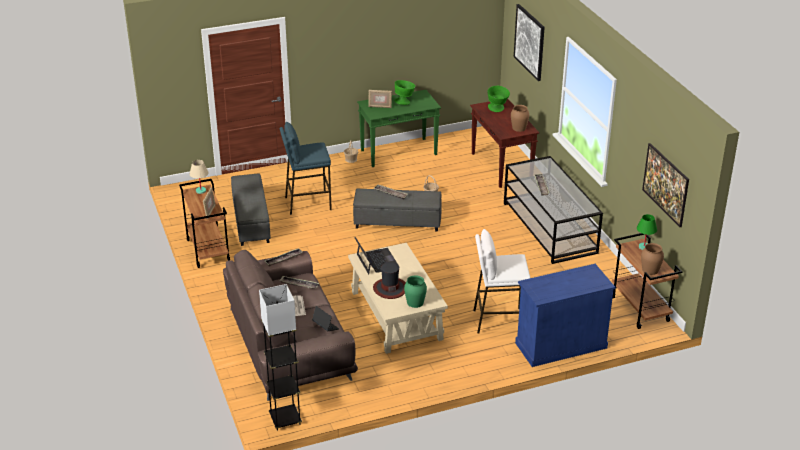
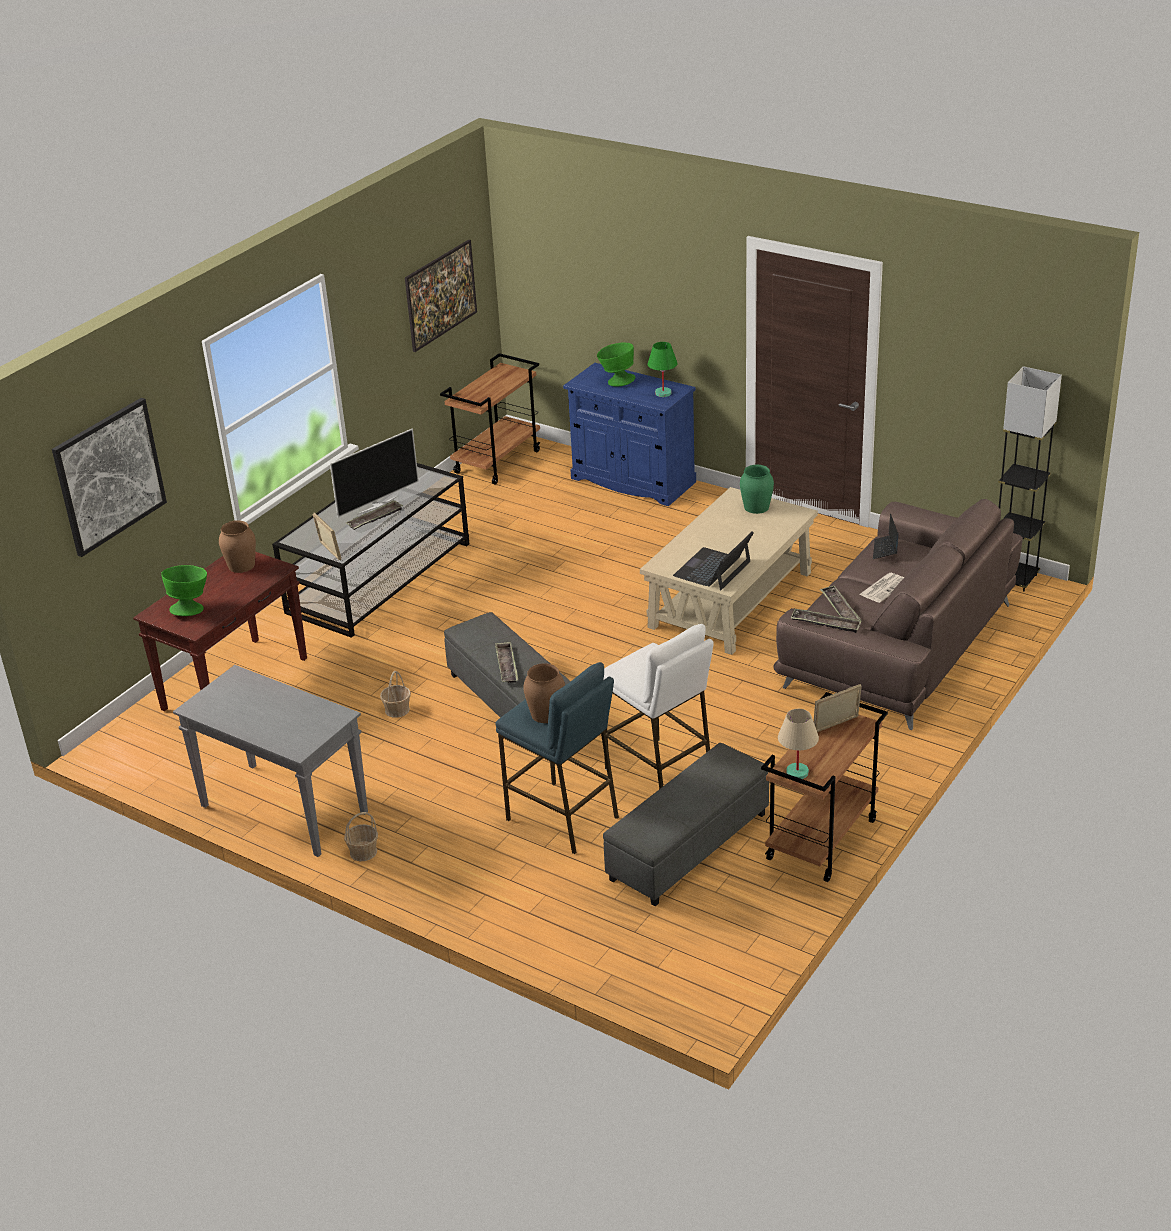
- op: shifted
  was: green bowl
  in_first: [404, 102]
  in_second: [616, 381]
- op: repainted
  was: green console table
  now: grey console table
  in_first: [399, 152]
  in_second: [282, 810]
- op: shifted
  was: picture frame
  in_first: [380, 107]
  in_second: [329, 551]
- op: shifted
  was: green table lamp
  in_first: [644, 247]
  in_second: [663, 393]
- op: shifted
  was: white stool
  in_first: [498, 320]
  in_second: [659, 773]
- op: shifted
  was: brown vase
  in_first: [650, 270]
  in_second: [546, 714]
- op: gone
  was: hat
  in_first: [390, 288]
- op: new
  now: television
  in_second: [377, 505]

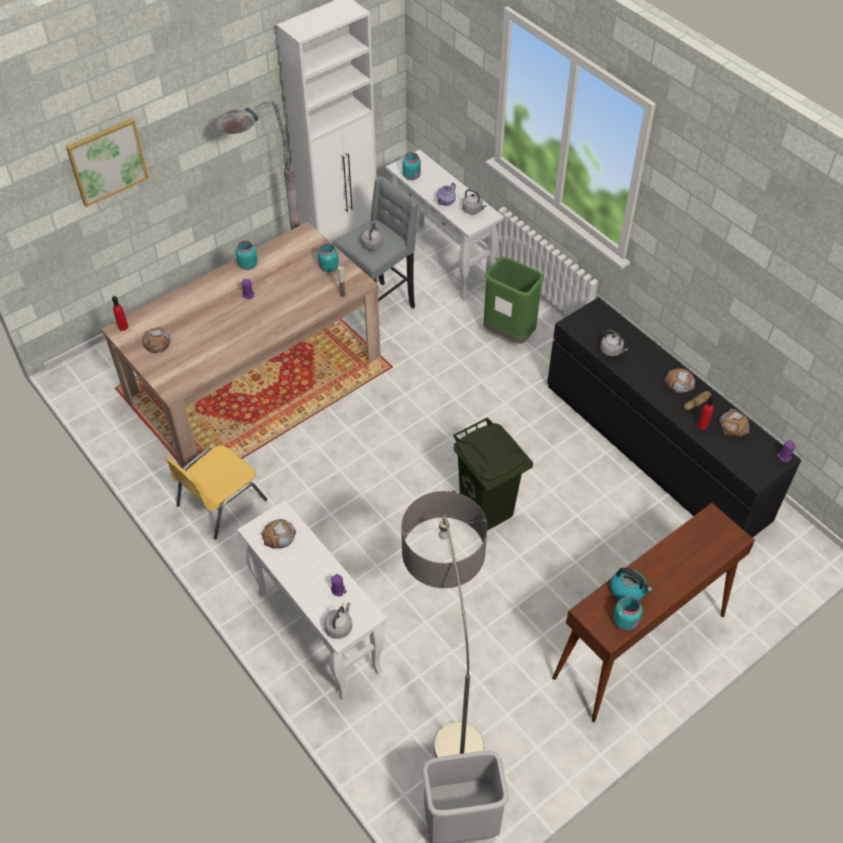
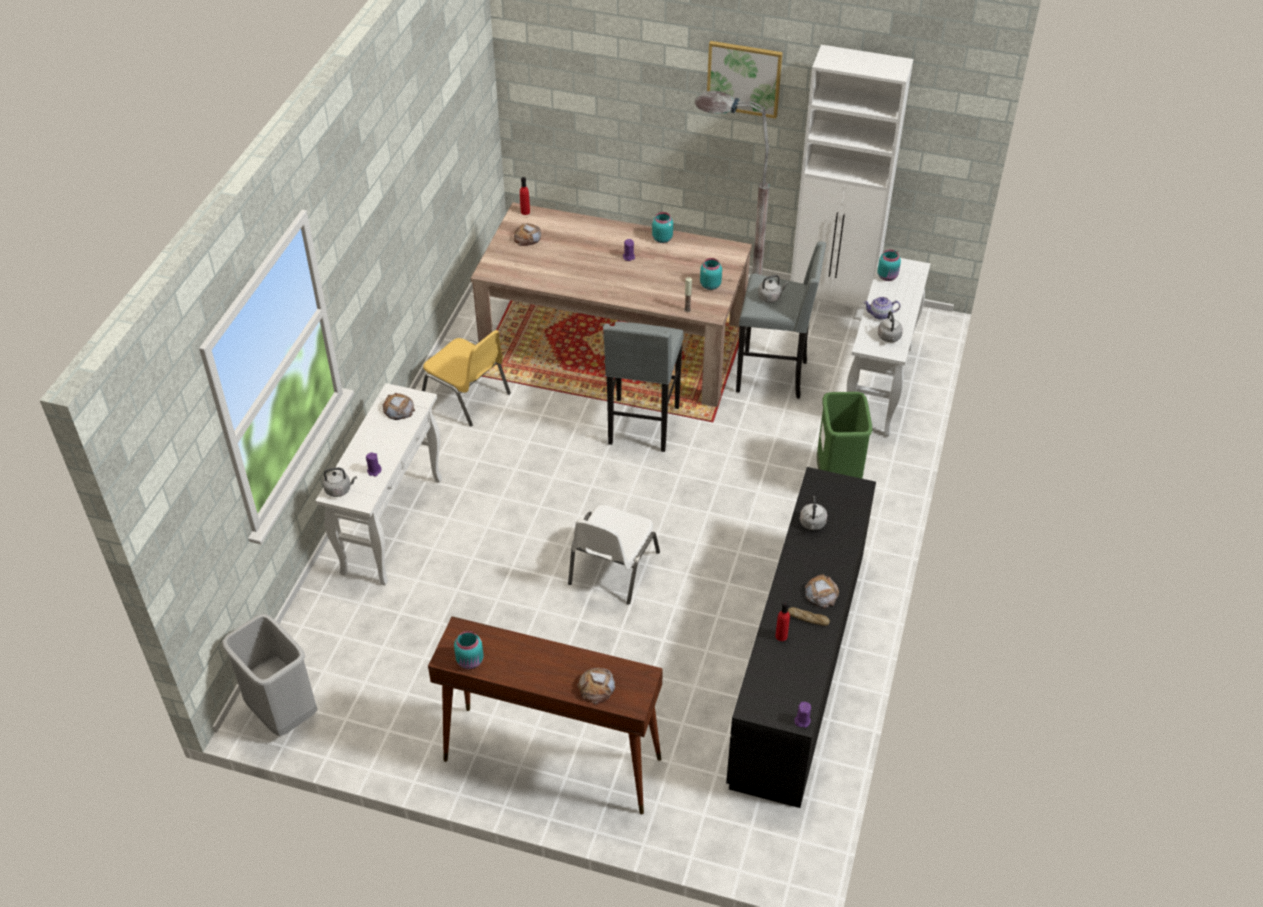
- op: shifted
  was: picture
  in_first: [107, 161]
  in_second: [744, 78]
- op: shifted
  was: bread
  in_first: [734, 425]
  in_second: [596, 687]
- op: swapped
  was: green trash can
  now: white chair
  in_first: [485, 508]
  in_second: [612, 569]
- op: rotated
  was: yellow chair
  in_first: [219, 503]
  in_second: [467, 397]
  clockwise: -150
- op: gone
  was: floor lamp
  in_first: [446, 692]
- op: gone
  was: kettle
  in_first: [628, 590]
- op: new
  now: grey stool
  in_second: [642, 427]

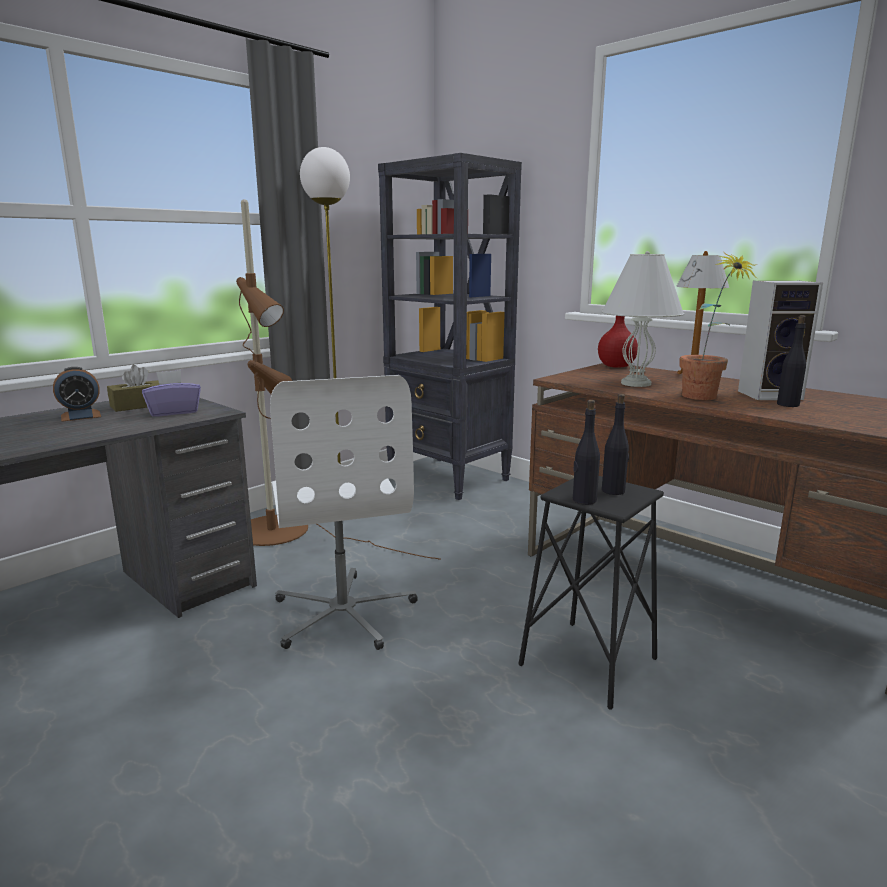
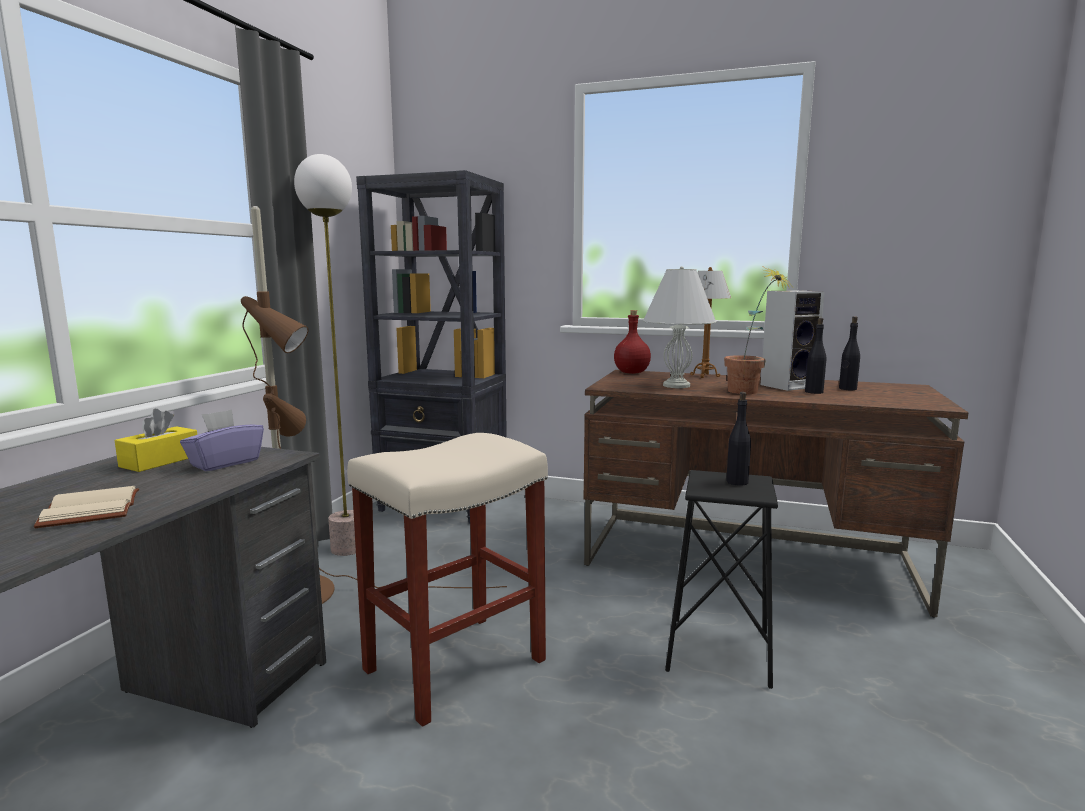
- op: repainted
  was: brown tissue box
  now: yellow tissue box
  in_first: [139, 405]
  in_second: [160, 461]
- op: gone
  was: alarm clock
  in_first: [81, 416]
- op: swapped
  was: white office chair
  now: beige stool
  in_first: [344, 613]
  in_second: [454, 666]
- op: shifted
  was: black bottle
  in_first: [584, 500]
  in_second: [847, 389]
- op: new
  now: beige book
  in_second: [88, 510]

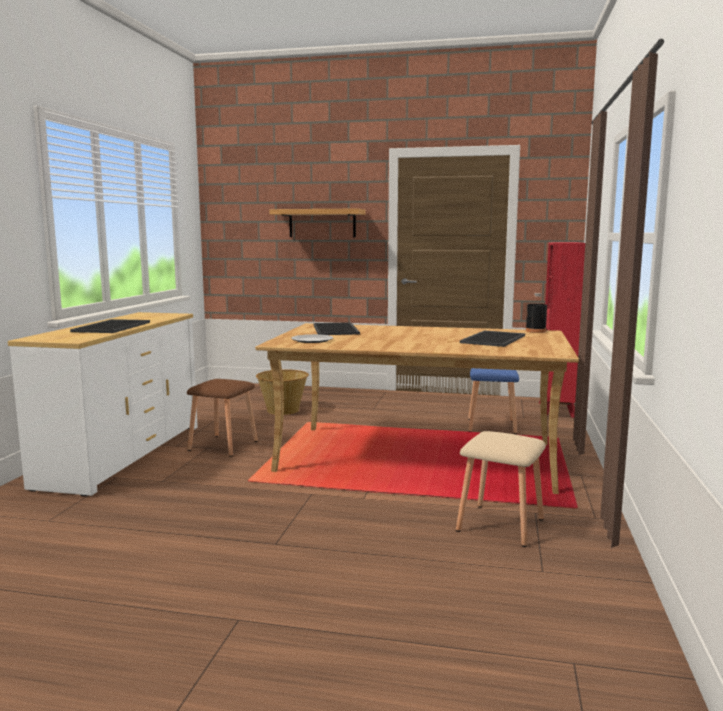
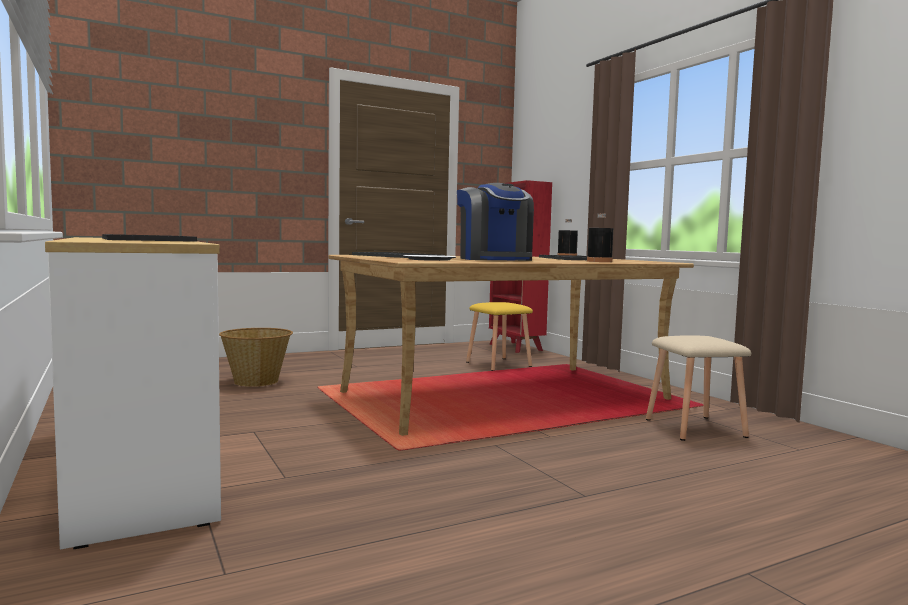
- op: gone
  was: shelf
  in_first: [322, 223]
- op: repainted
  was: blue stool
  now: yellow stool
  in_first: [492, 426]
  in_second: [499, 364]
- op: gone
  was: brown stool
  in_first: [223, 445]
- op: new
  now: coffee machine
  in_second: [495, 259]
- op: new
  now: black bottle
  in_second: [599, 261]

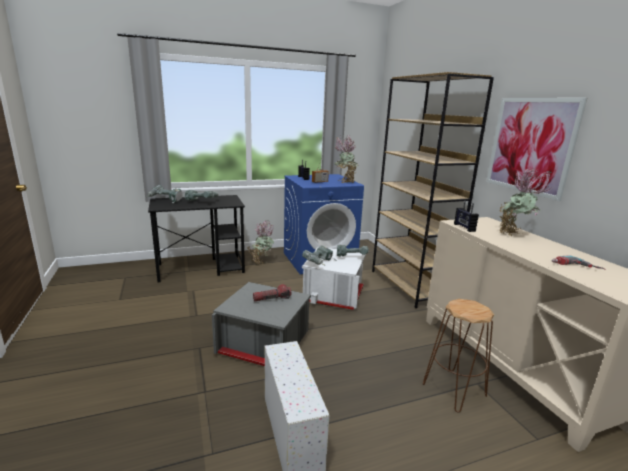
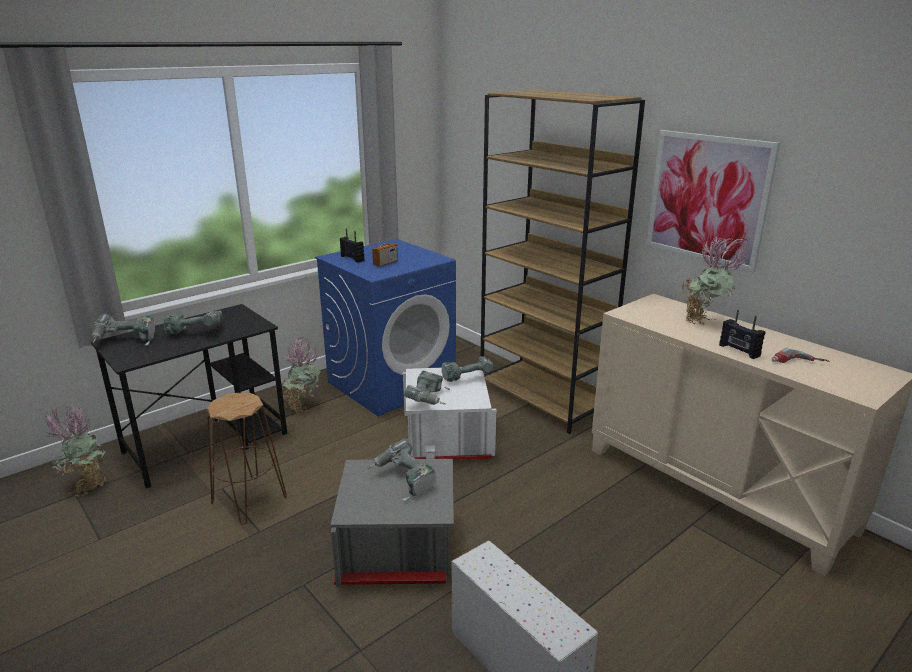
- op: shifted
  was: potted plant
  in_first: [344, 182]
  in_second: [87, 486]
- op: shifted
  was: radio
  in_first: [464, 227]
  in_second: [739, 351]
- op: swapped
  was: flashlight
  now: power drill
  in_first: [272, 298]
  in_second: [403, 480]
- op: shifted
  was: brown stool
  in_first: [453, 390]
  in_second: [249, 501]

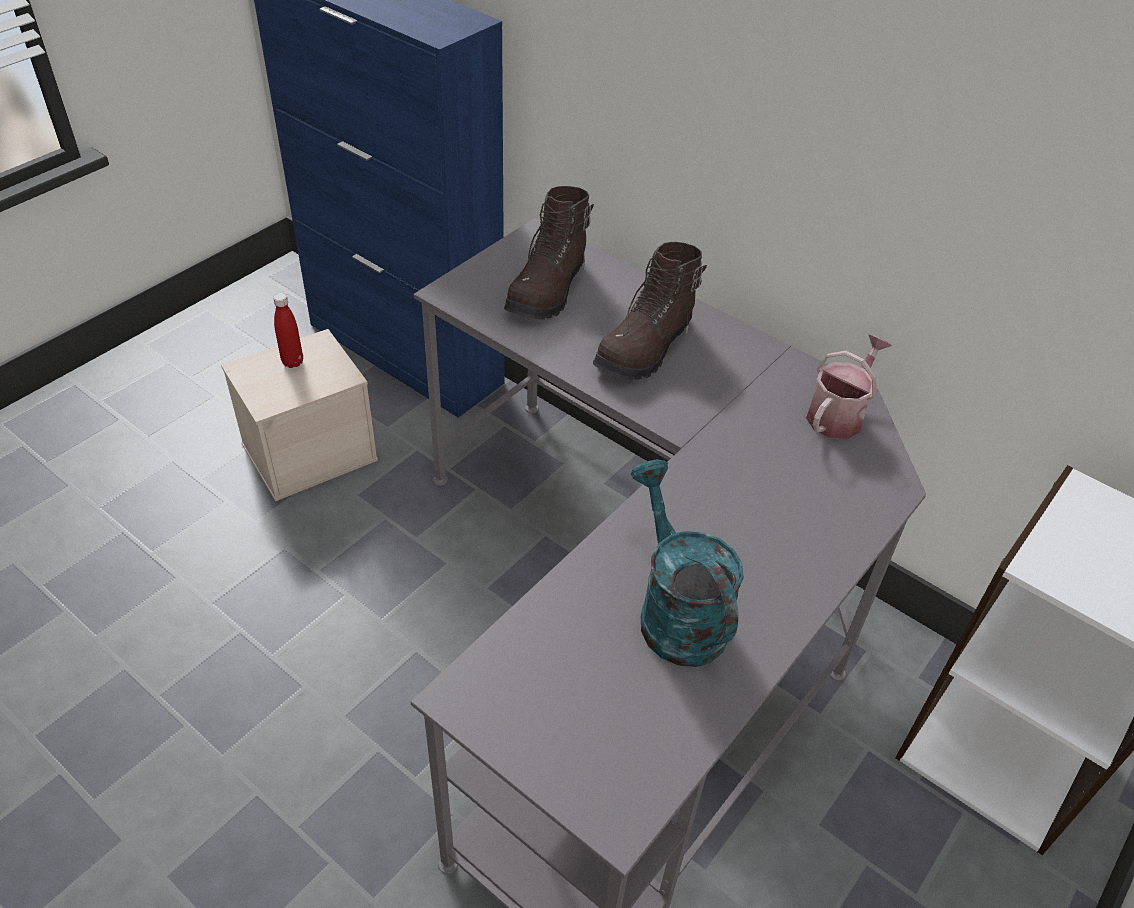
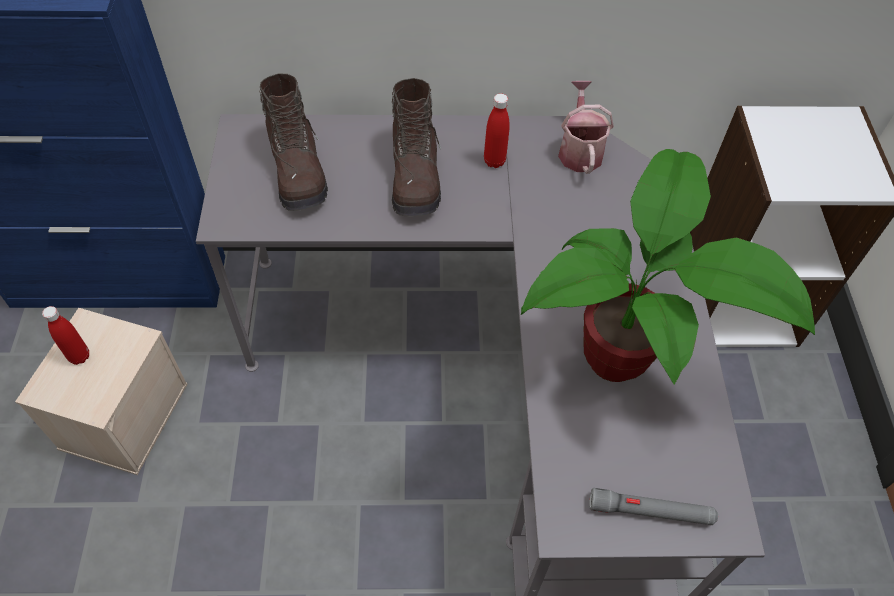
- op: swapped
  was: turquoise watering can
  now: potted plant
  in_first: [675, 611]
  in_second: [625, 362]
- op: new
  now: red bottle
  in_second: [494, 161]
- op: new
  now: grey flashlight
  in_second: [651, 511]

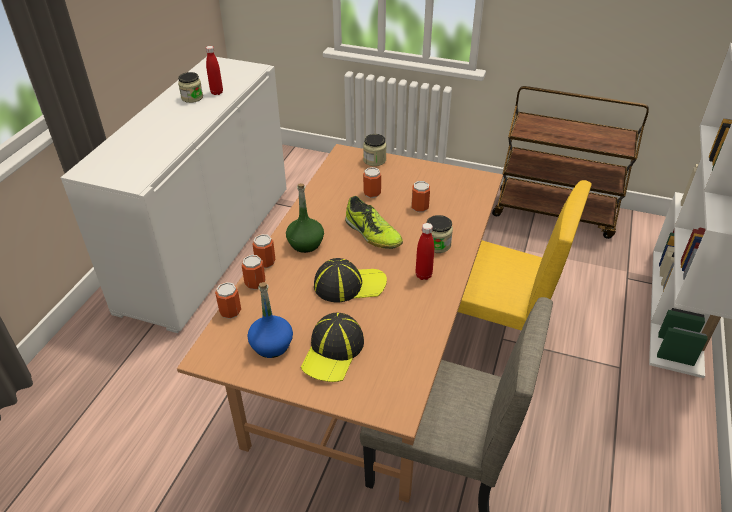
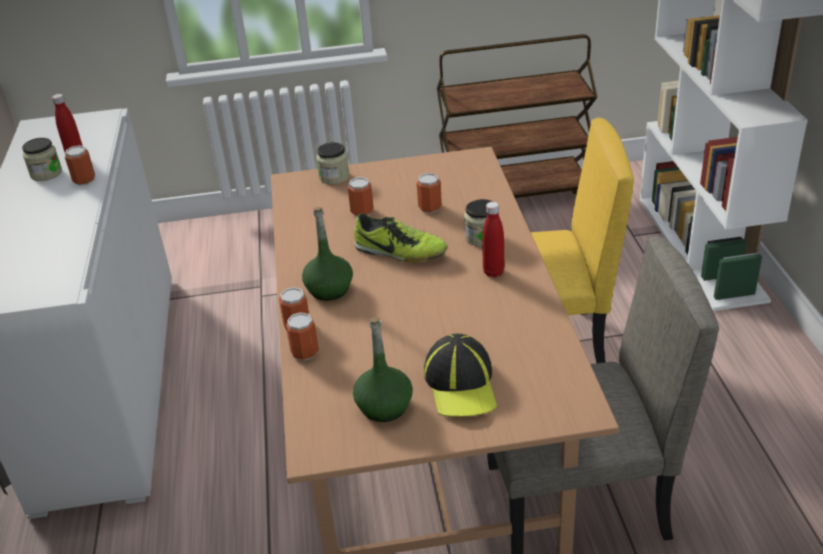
- op: gone
  was: cap
  in_first: [349, 284]
- op: shifted
  was: can
  in_first: [230, 311]
  in_second: [84, 180]
- op: repainted
  was: blue bottle
  now: green bottle
  in_first: [271, 345]
  in_second: [384, 407]

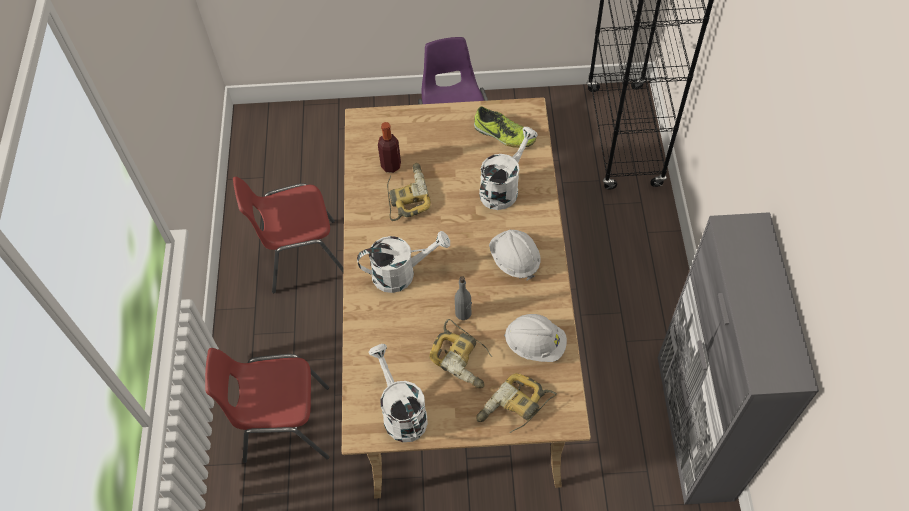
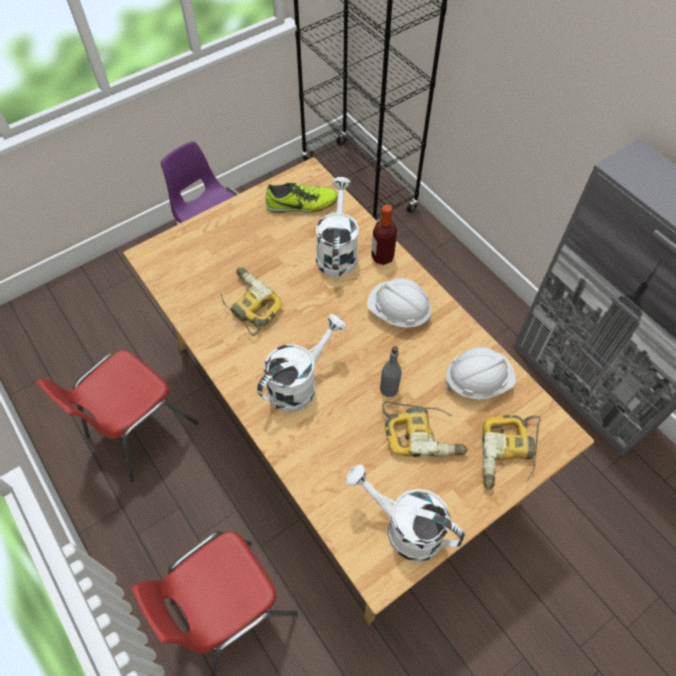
- op: shifted
  was: bottle
  in_first: [391, 165]
  in_second: [382, 257]

